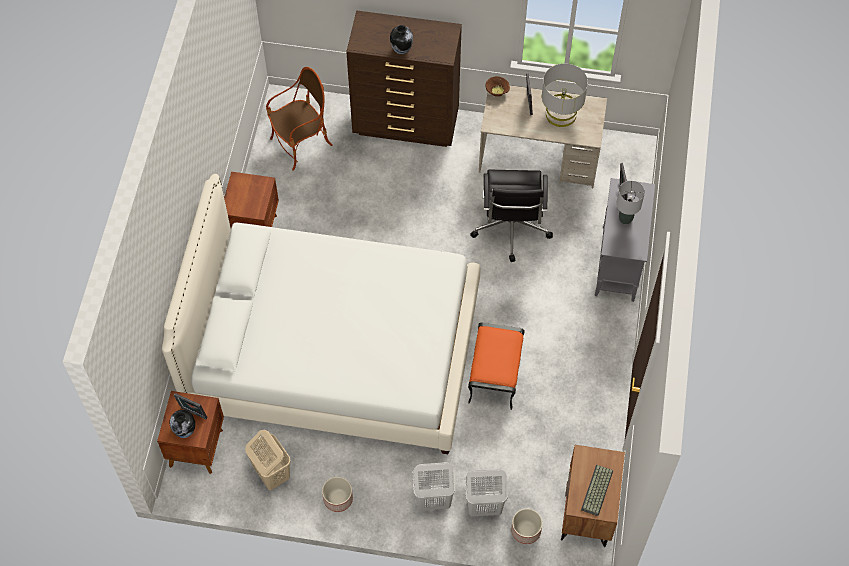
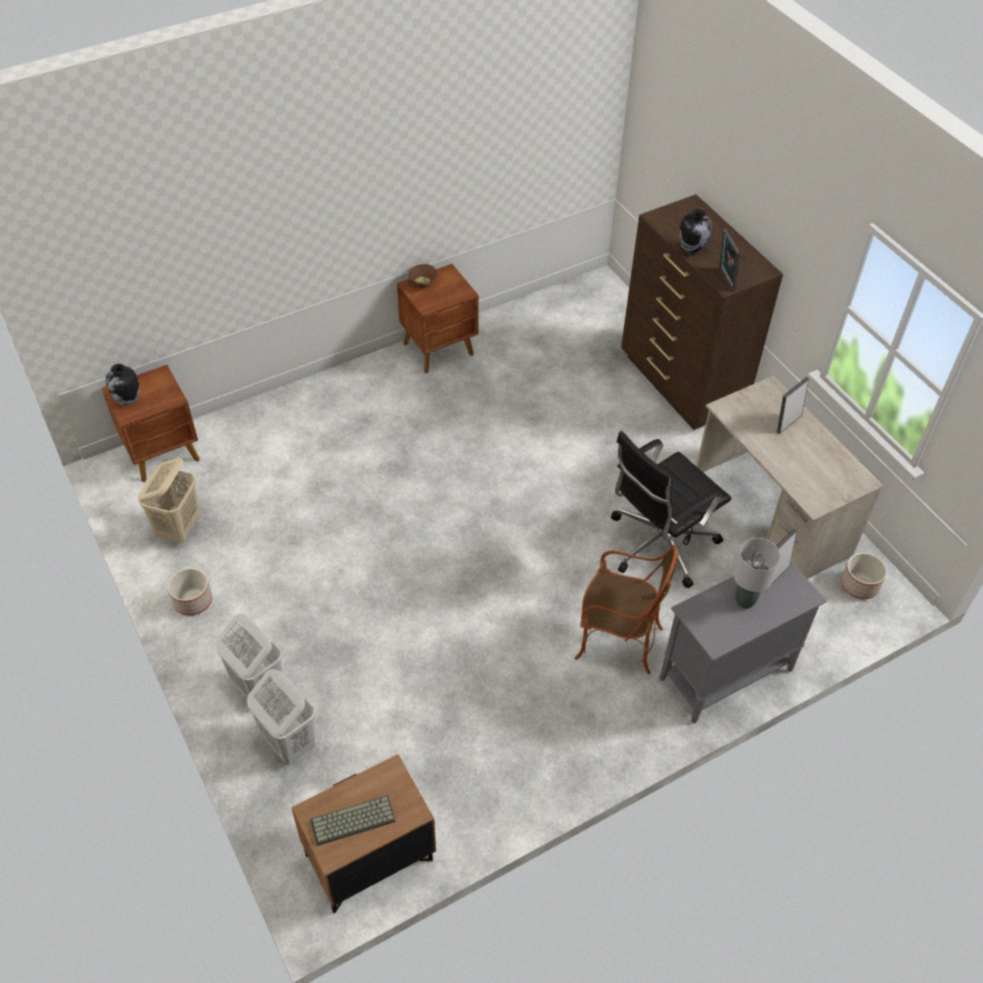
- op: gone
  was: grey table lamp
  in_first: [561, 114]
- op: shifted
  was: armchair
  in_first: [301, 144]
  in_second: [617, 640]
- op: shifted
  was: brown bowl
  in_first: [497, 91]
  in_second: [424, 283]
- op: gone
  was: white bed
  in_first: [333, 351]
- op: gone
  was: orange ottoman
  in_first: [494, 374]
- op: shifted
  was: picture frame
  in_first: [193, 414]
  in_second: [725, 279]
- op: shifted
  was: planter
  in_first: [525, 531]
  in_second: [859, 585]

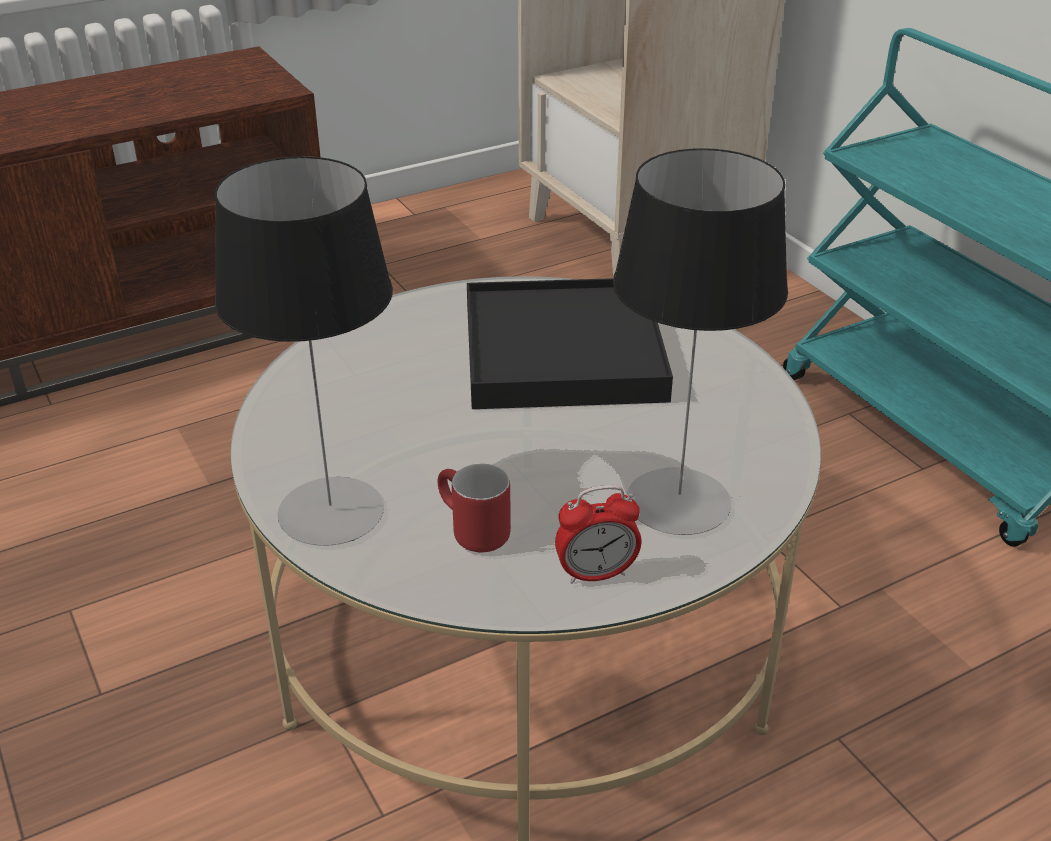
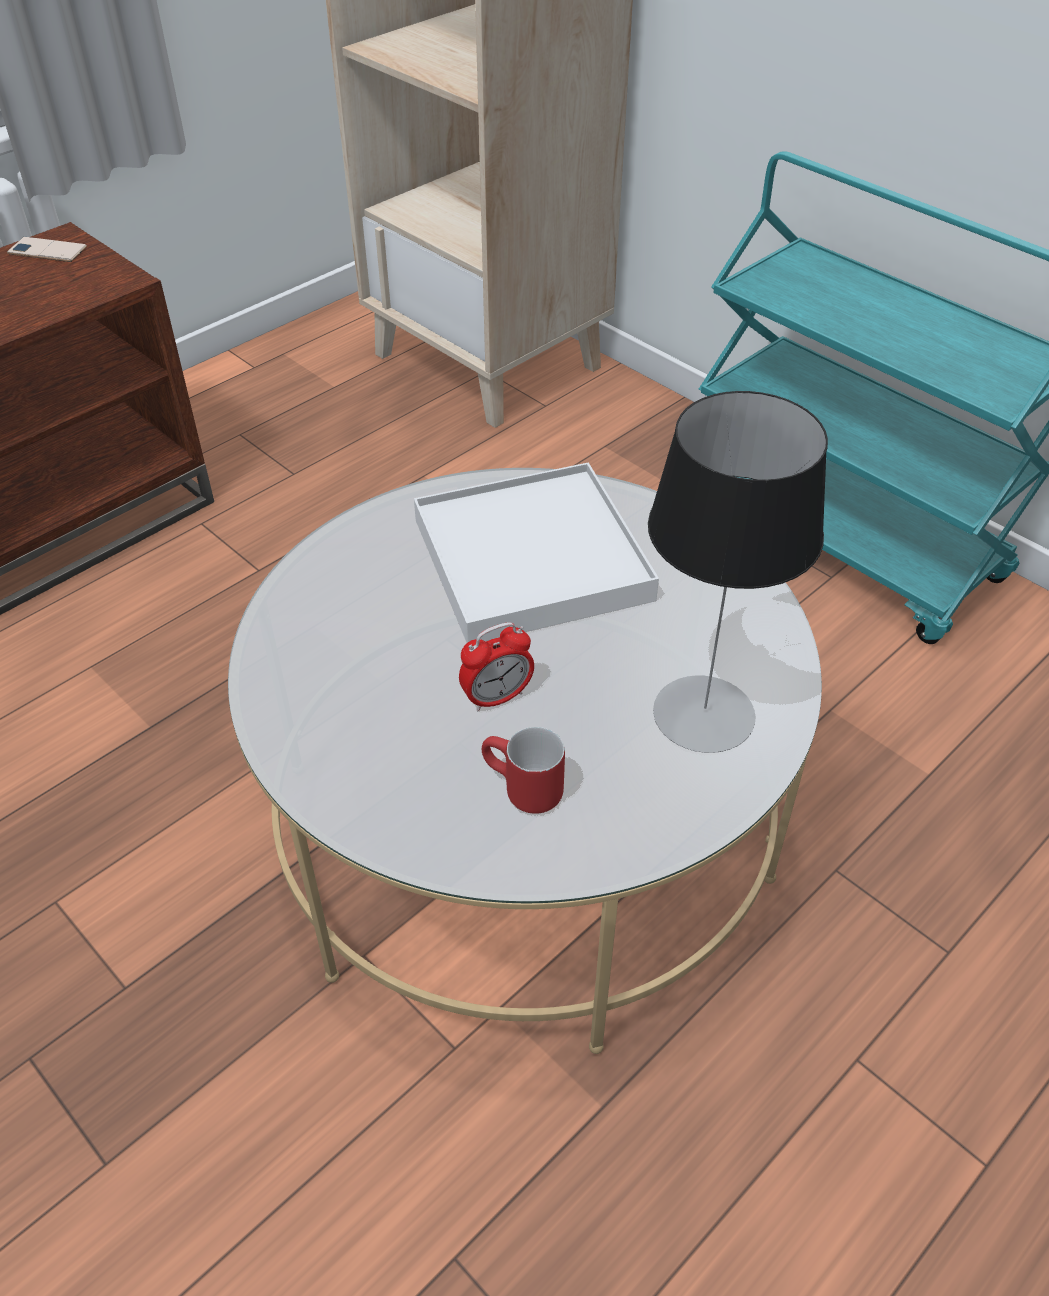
- op: gone
  was: table lamp
  in_first: [331, 512]
- op: repainted
  was: black tray
  now: white tray
  in_first: [563, 352]
  in_second: [532, 560]
- op: shifted
  was: alarm clock
  in_first: [596, 574]
  in_second: [497, 697]
- op: new
  now: phone
  in_second: [47, 250]

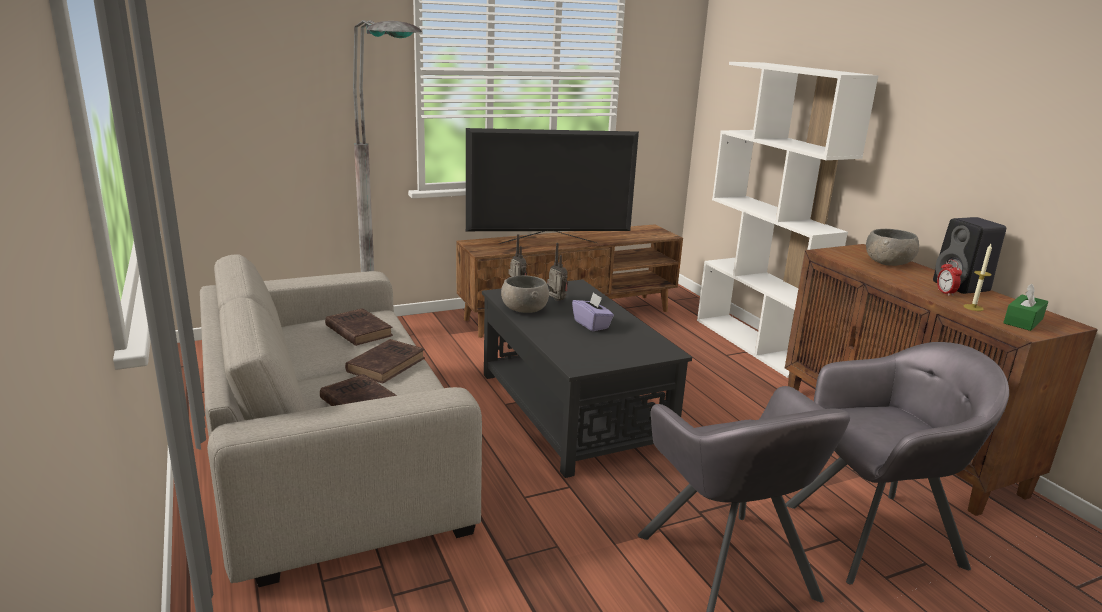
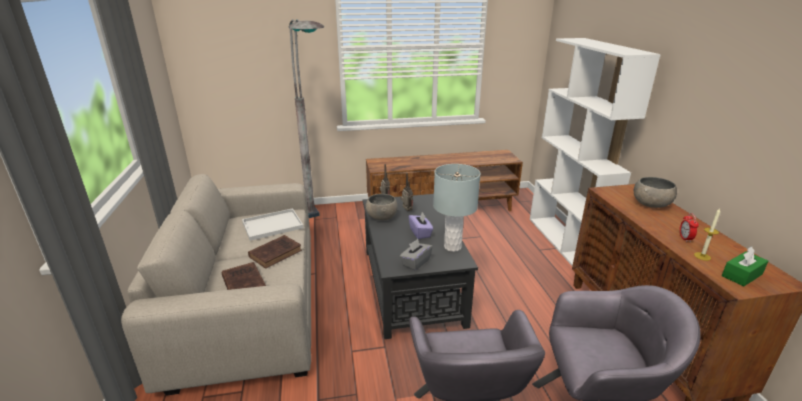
- op: gone
  was: television
  in_first: [548, 243]
- op: gone
  was: black speaker
  in_first: [962, 287]
- op: swapped
  was: brown book
  now: white tray
  in_first: [358, 330]
  in_second: [273, 224]
- op: new
  now: grey table lamp
  in_second: [452, 247]
- op: new
  now: grey tissue box
  in_second: [415, 262]

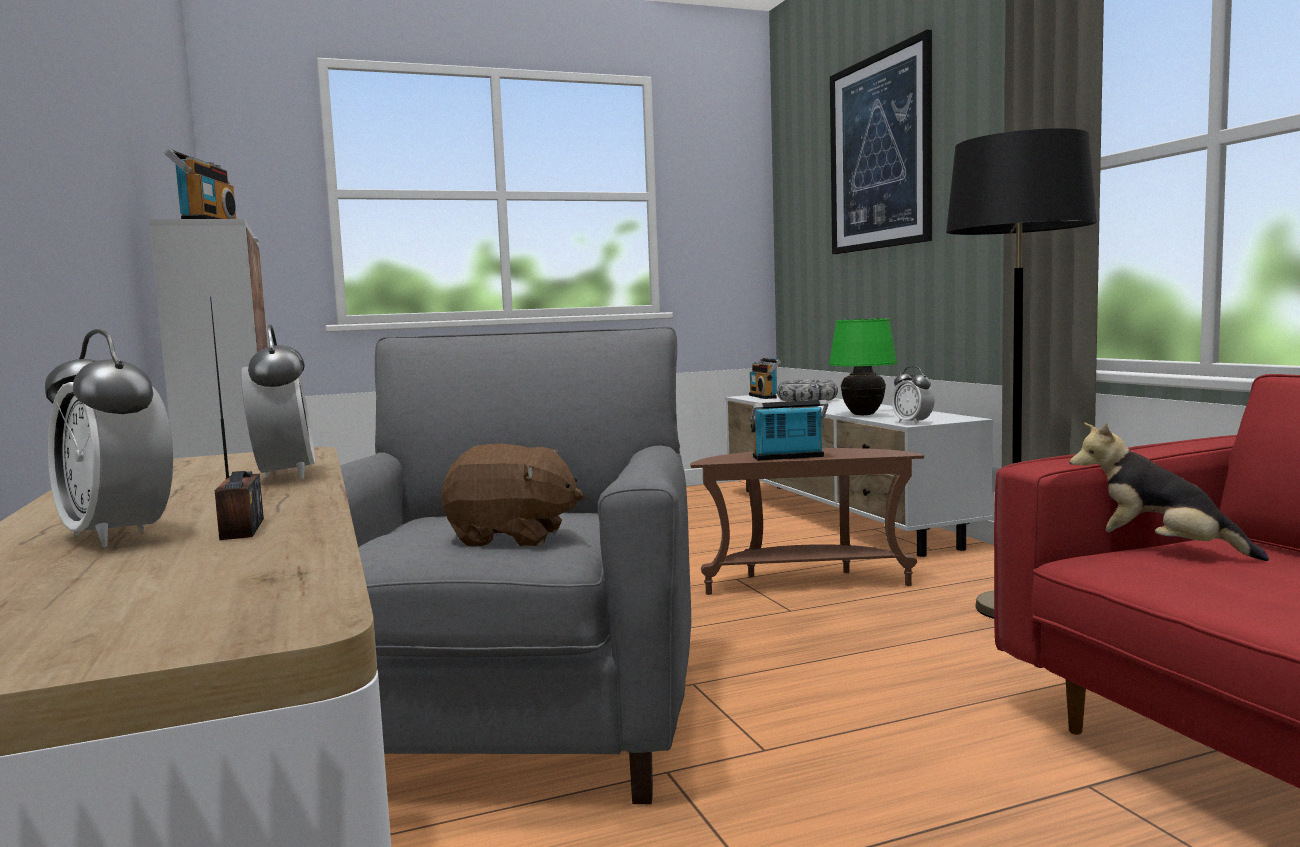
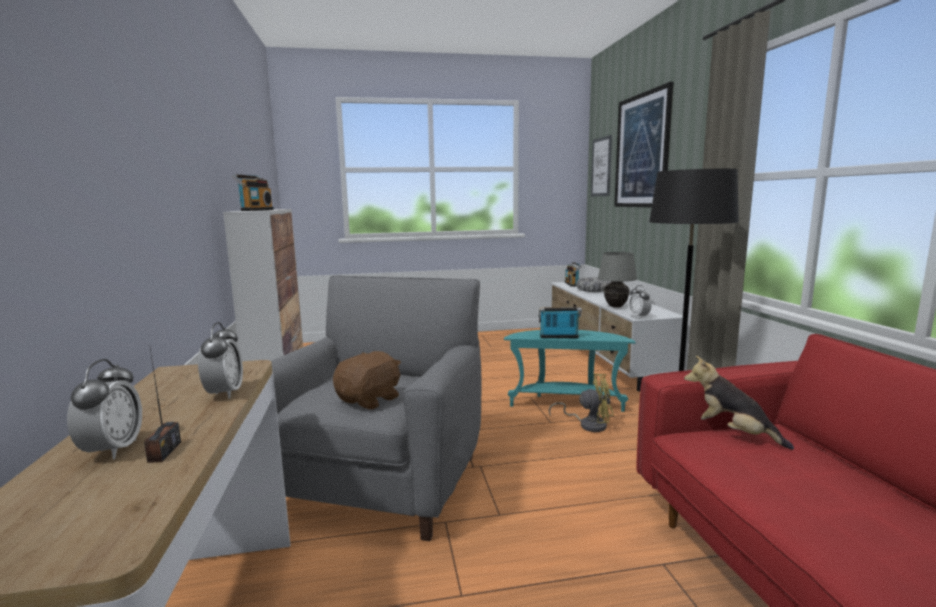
- op: repainted
  was: green table lamp
  now: grey table lamp
  in_first: [863, 415]
  in_second: [615, 307]
- op: rotated
  was: alarm clock
  in_first: [117, 535]
  in_second: [113, 450]
  clockwise: -150
- op: rotated
  was: brown plush toy
  in_first: [512, 538]
  in_second: [370, 400]
  clockwise: -75
- op: repainted
  was: brown side table
  now: turquoise side table
  in_first: [804, 582]
  in_second: [565, 403]
- op: new
  now: picture
  in_second: [601, 167]
- op: new
  now: yellow fan
  in_second: [588, 424]

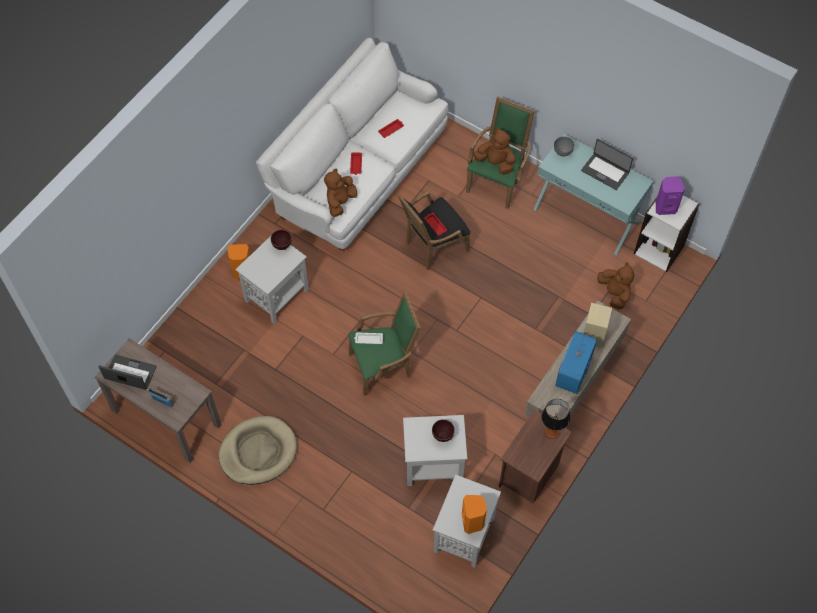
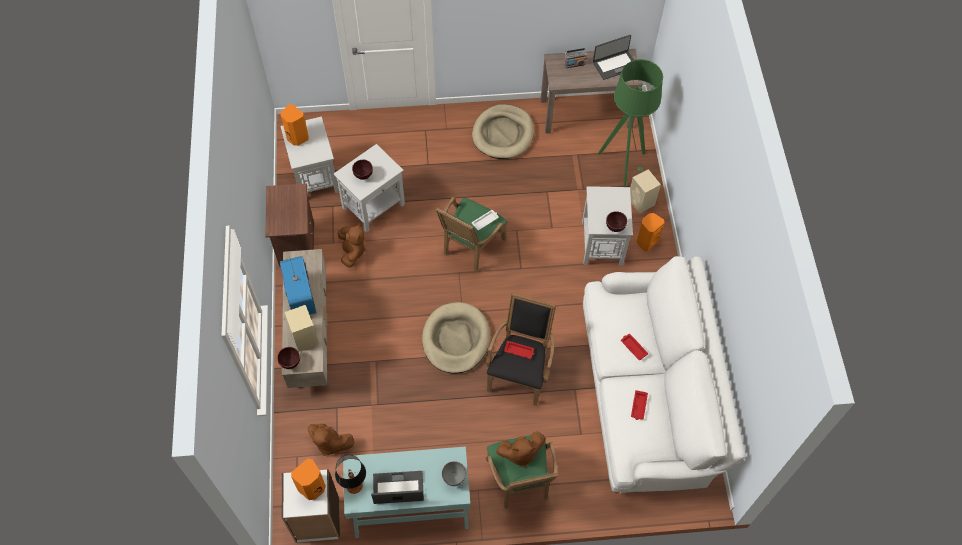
- op: shifted
  was: brown plush toy
  in_first: [340, 202]
  in_second: [352, 252]
- op: repainted
  was: purple speaker
  now: orange speaker
  in_first: [665, 207]
  in_second: [312, 488]
- op: shifted
  was: table lamp
  in_first: [551, 432]
  in_second: [354, 485]
- op: new
  now: green floor lamp
  in_second: [622, 164]
- op: new
  now: beige speaker
  in_second: [641, 202]
- op: new
  now: beige dog bed
  in_second: [456, 339]
- op: new
  now: brown bowl
  in_second: [291, 363]

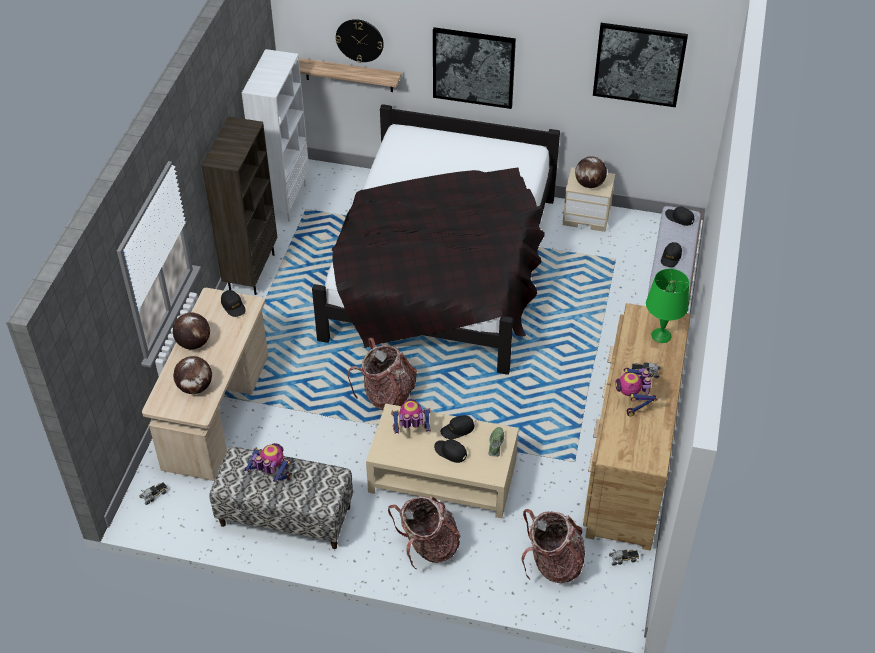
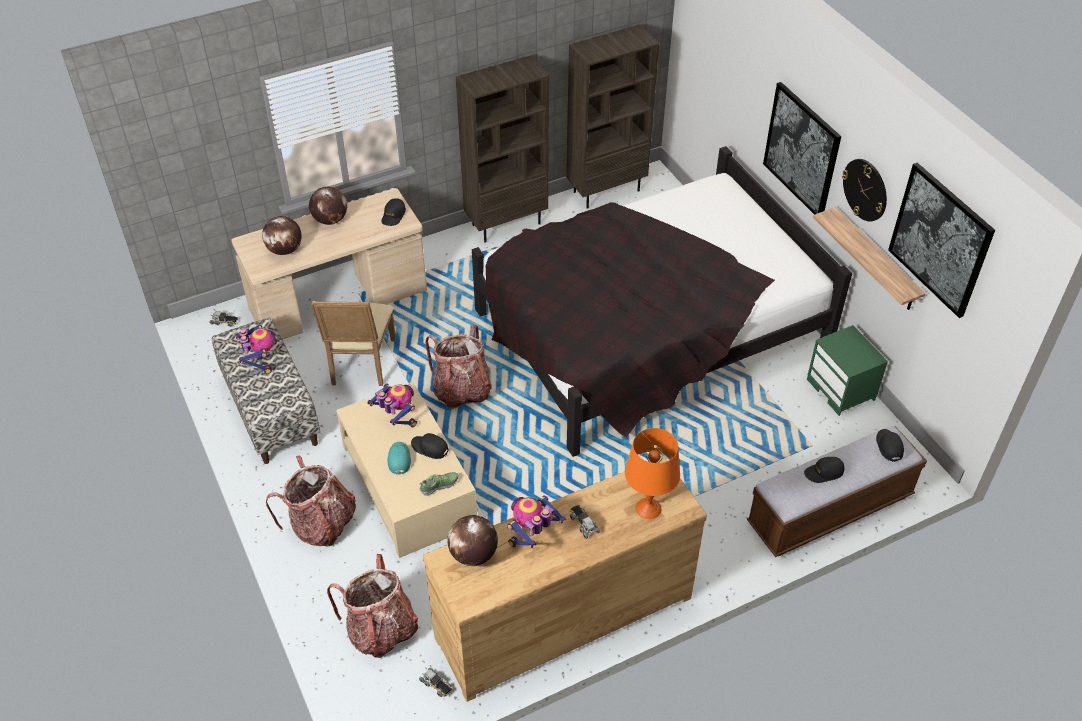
- op: shifted
  was: wall clock
  in_first: [359, 40]
  in_second: [865, 189]
- op: repainted
  was: white bookcase
  now: brown bookcase
  in_first: [284, 200]
  in_second: [606, 190]
- op: shifted
  was: shelf
  in_first: [349, 75]
  in_second: [875, 260]
- op: shifted
  was: globe
  in_first: [589, 184]
  in_second: [473, 555]
- op: repainted
  was: beige nightstand
  now: green nightstand
  in_first: [587, 216]
  in_second: [841, 390]
- op: repainted
  was: green table lamp
  now: orange table lamp
  in_first: [661, 335]
  in_second: [648, 508]
- op: repainted
  was: black cap
  now: turquoise cap
  in_first: [450, 452]
  in_second: [399, 459]
- op: new
  now: beige chair
  in_second: [360, 365]

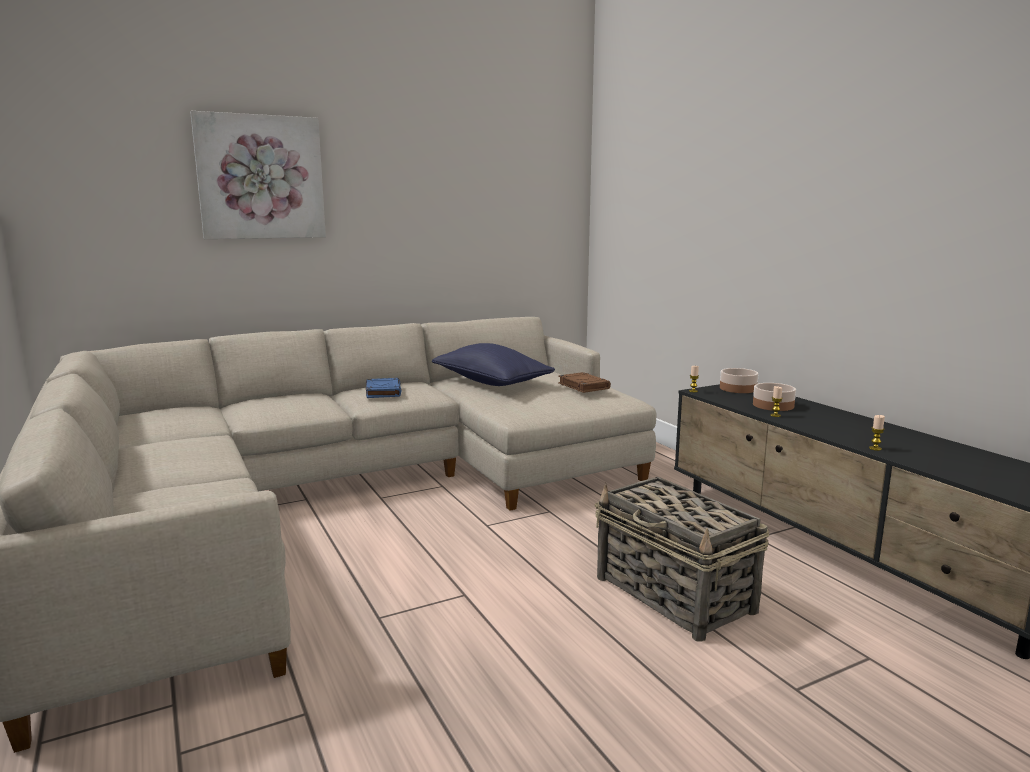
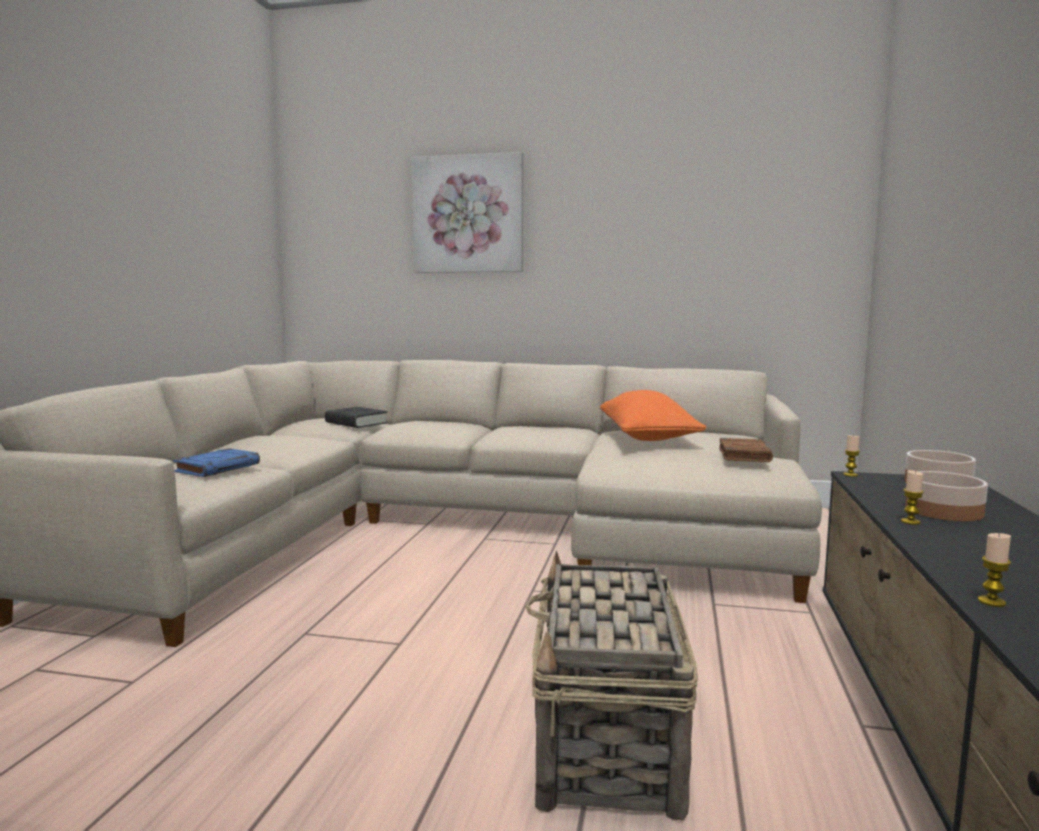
- op: repainted
  was: blue pillow
  now: orange pillow
  in_first: [491, 382]
  in_second: [647, 437]
- op: shifted
  was: blue book
  in_first: [383, 391]
  in_second: [218, 468]
- op: new
  now: black book
  in_second: [356, 423]

